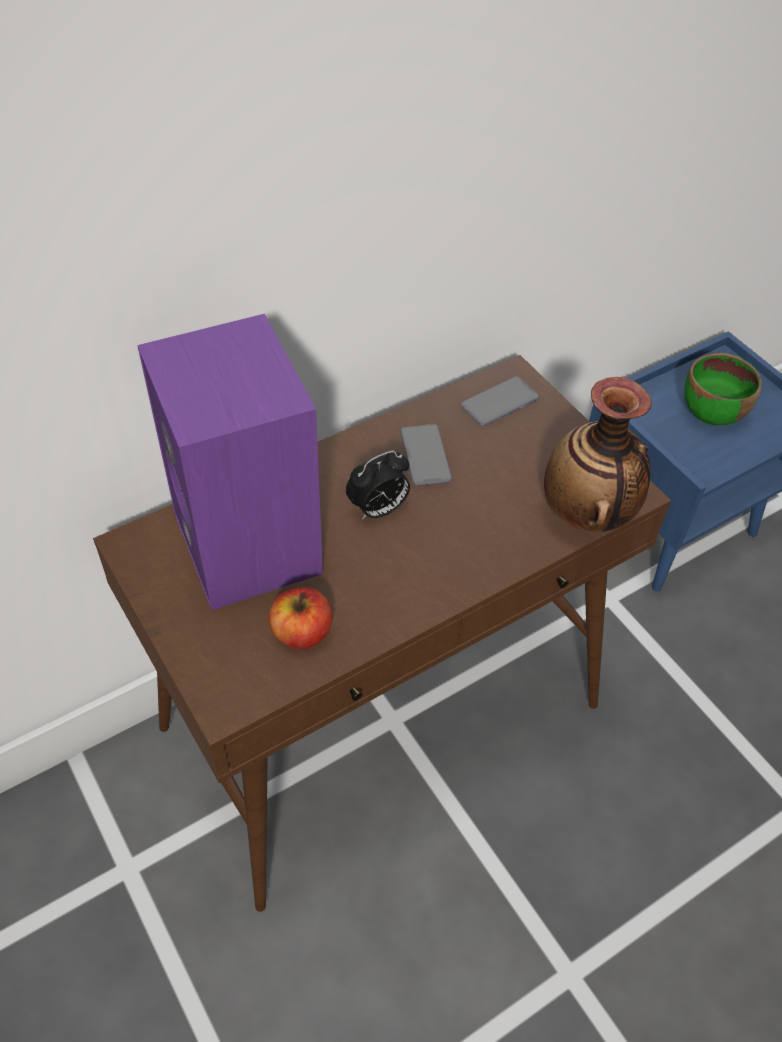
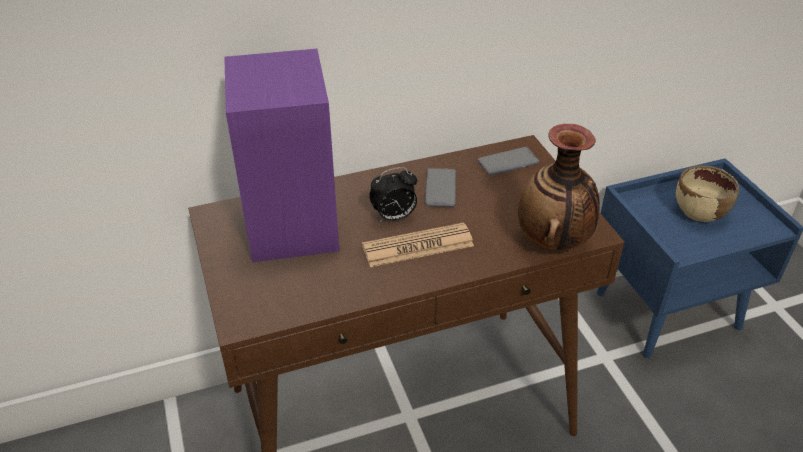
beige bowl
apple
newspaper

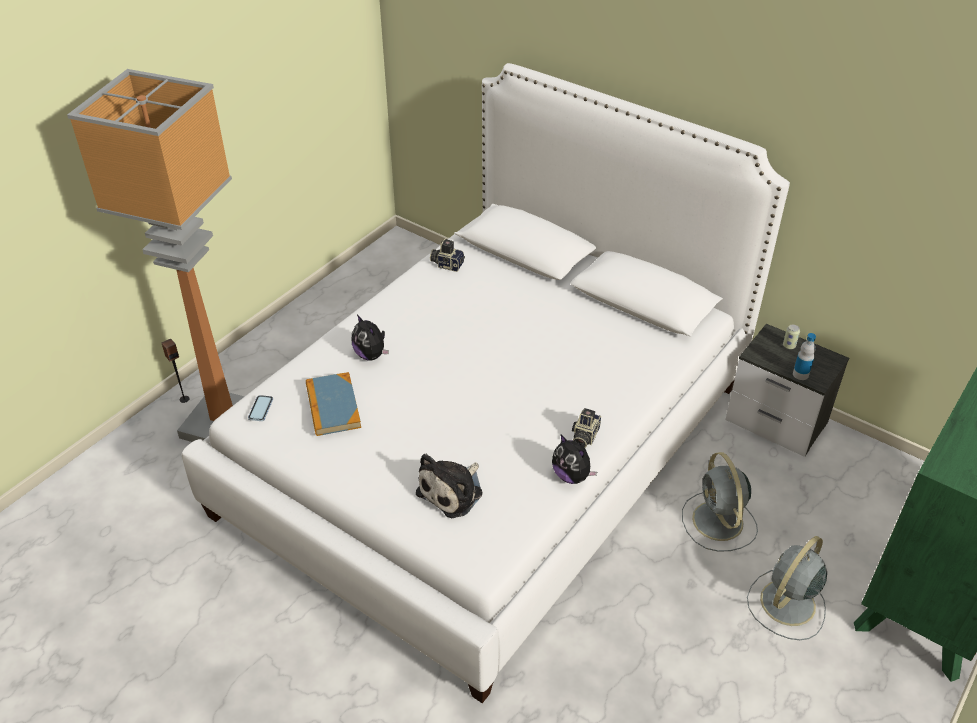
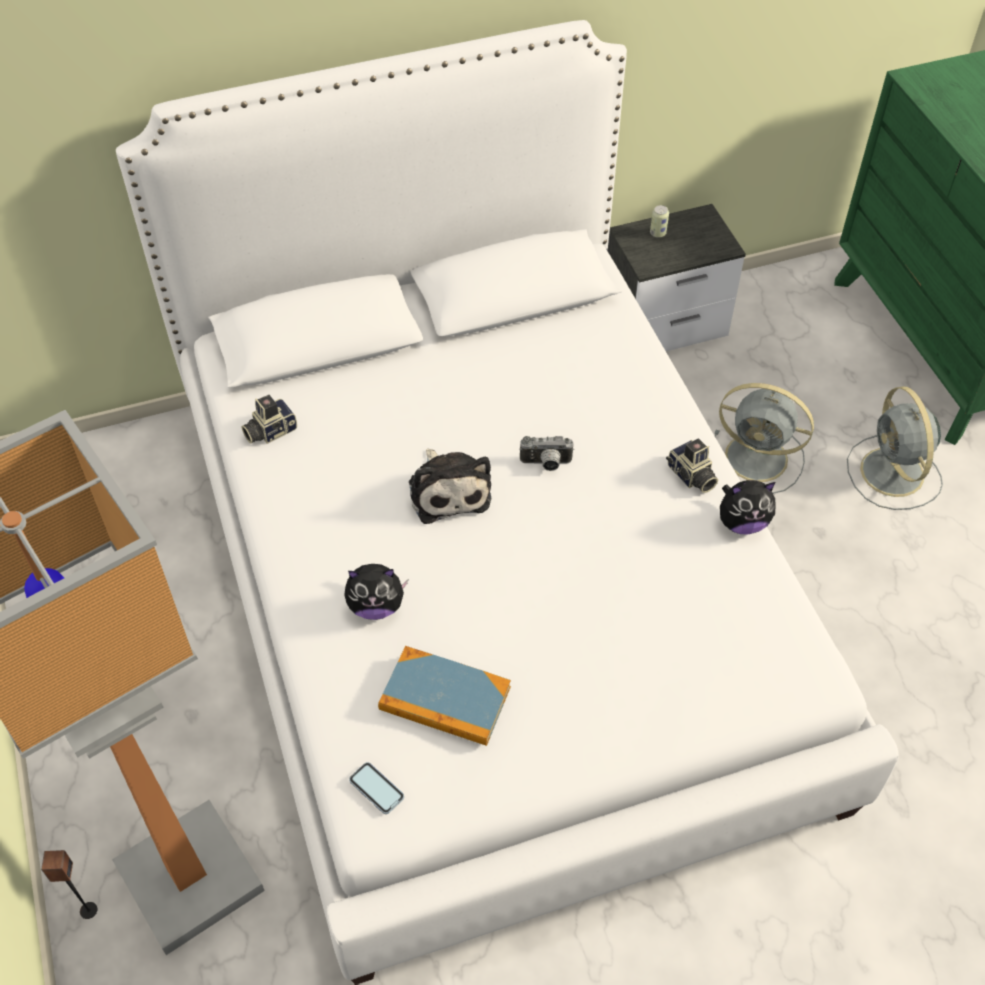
bottle
plush toy (2nd from left)
photo camera (2nd from left)

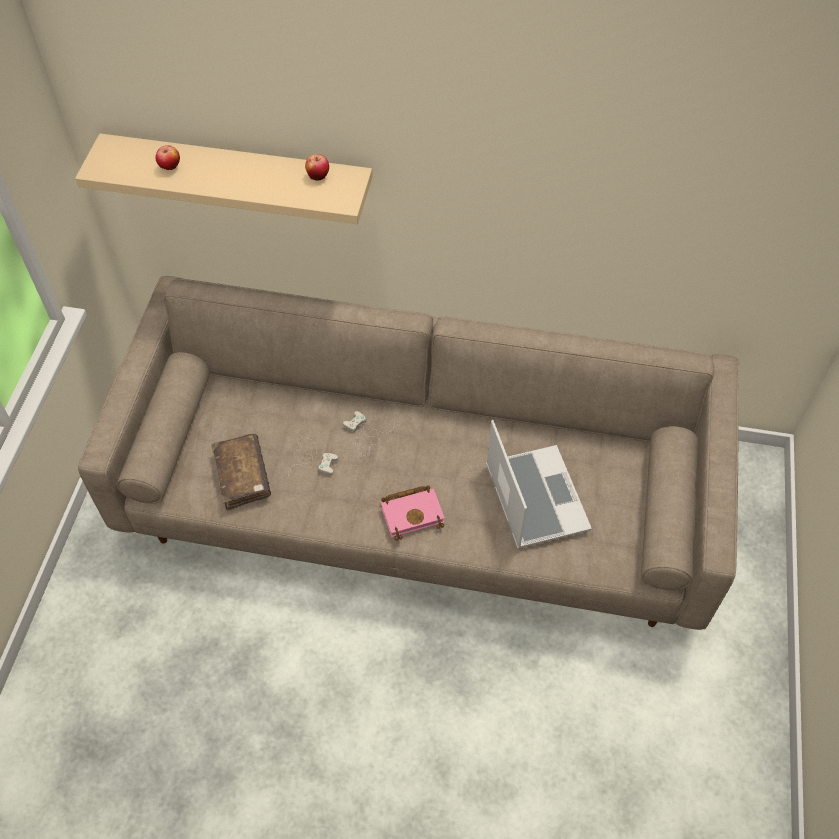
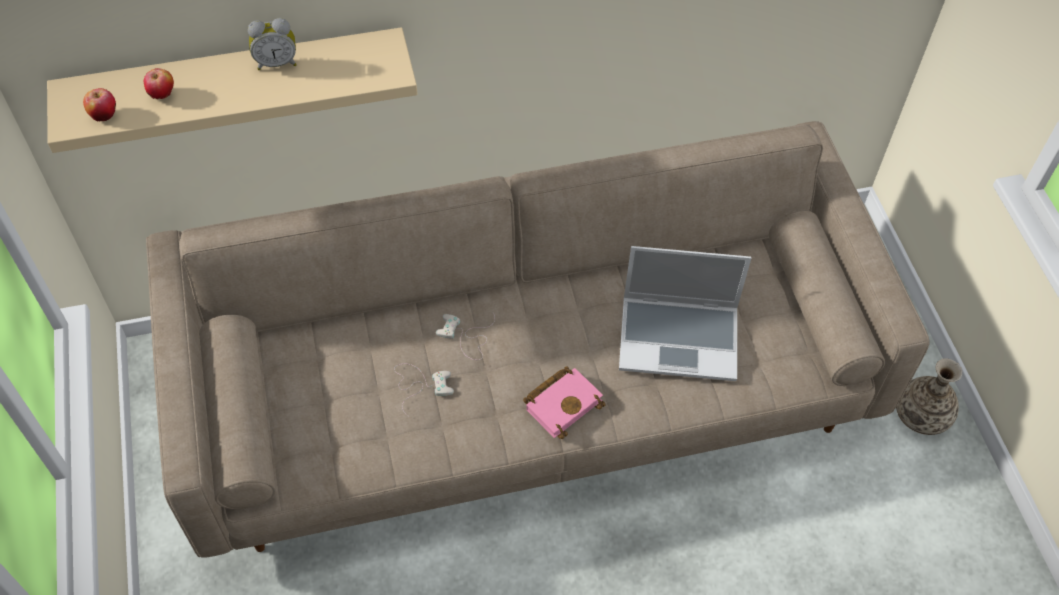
apple (1st from left)
laptop
brown book
alarm clock
vase

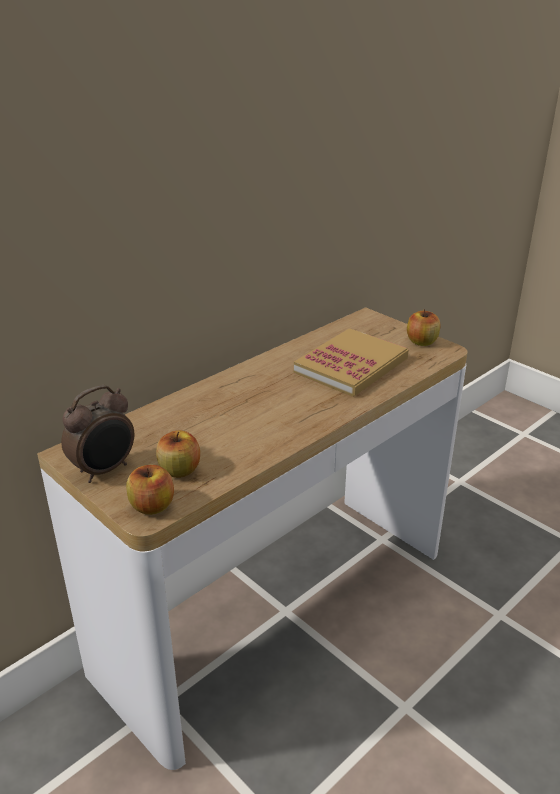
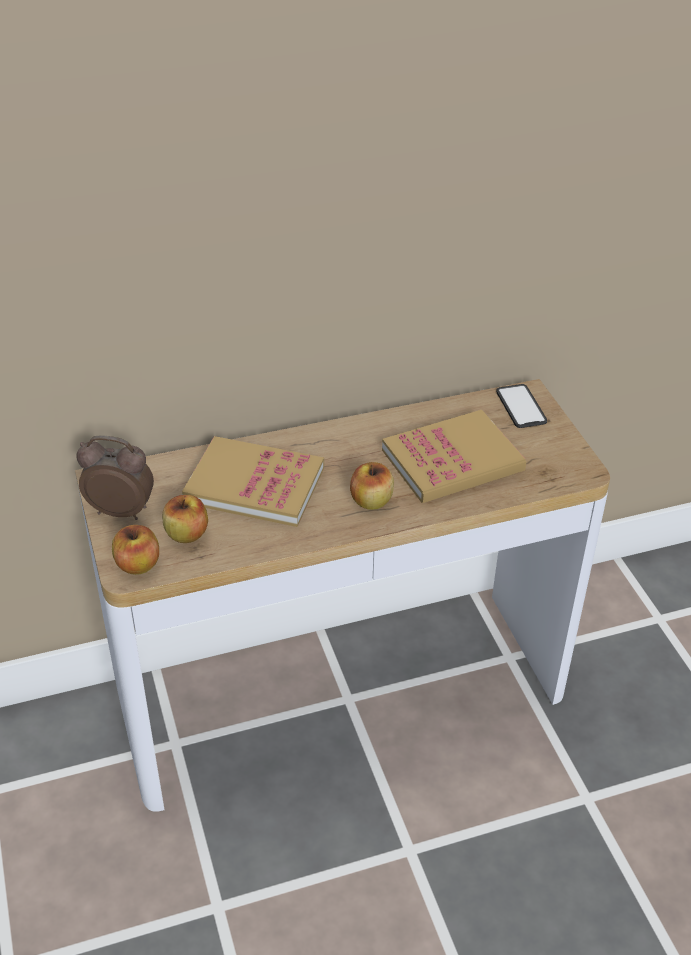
apple (3rd from left)
alarm clock
phone
book (1st from left)

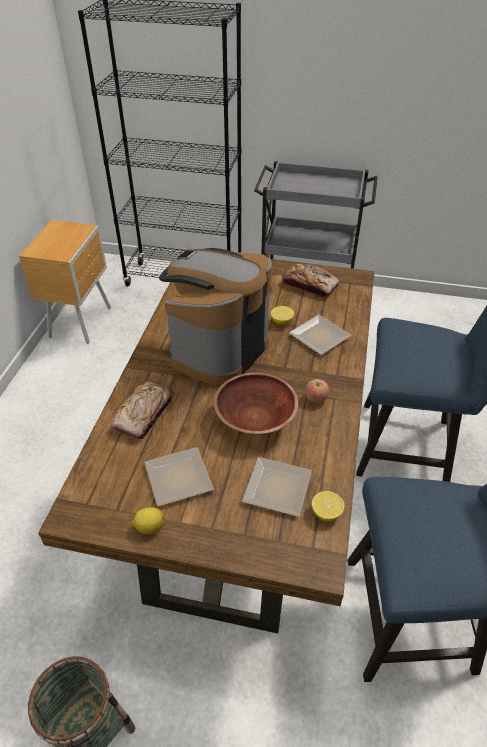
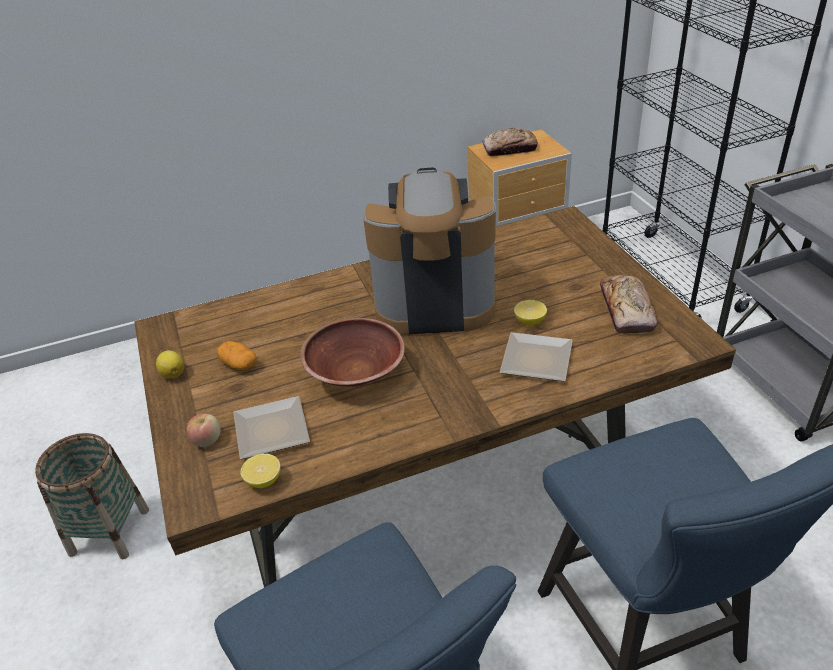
apple
bread (1st from left)
potato

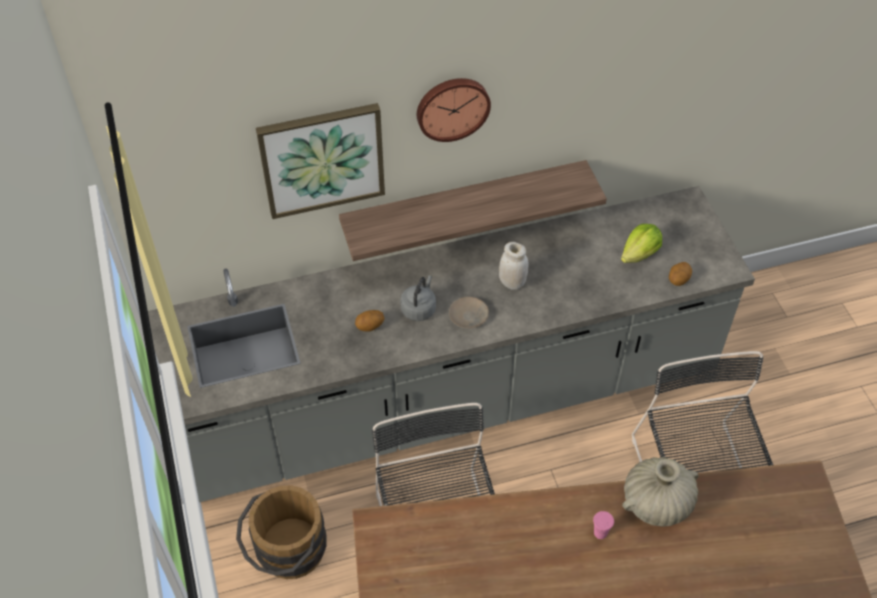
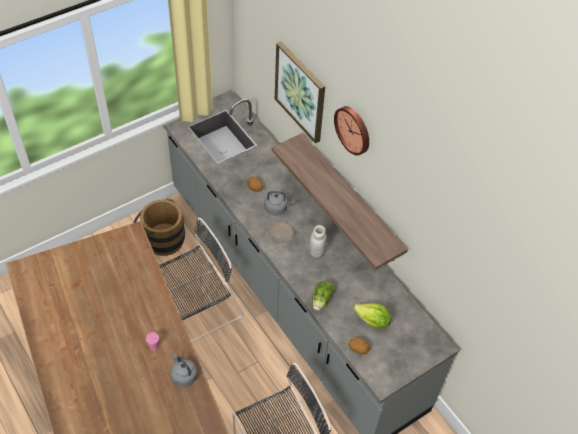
grey kettle (1st from left)
lettuce (1st from left)

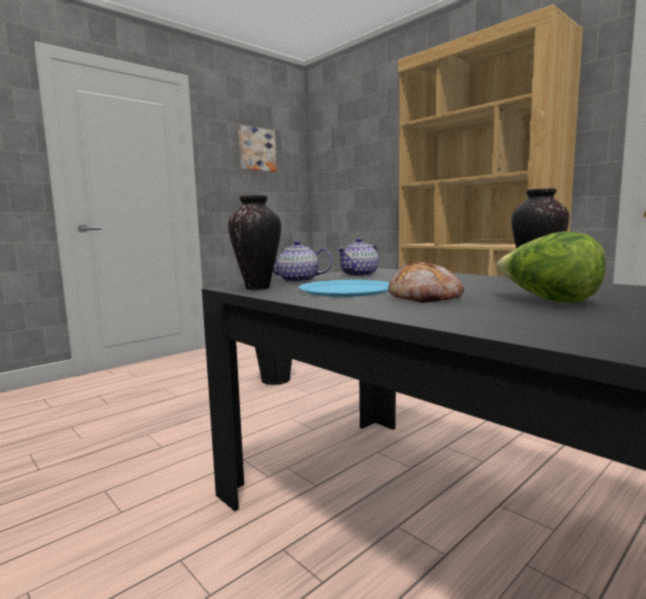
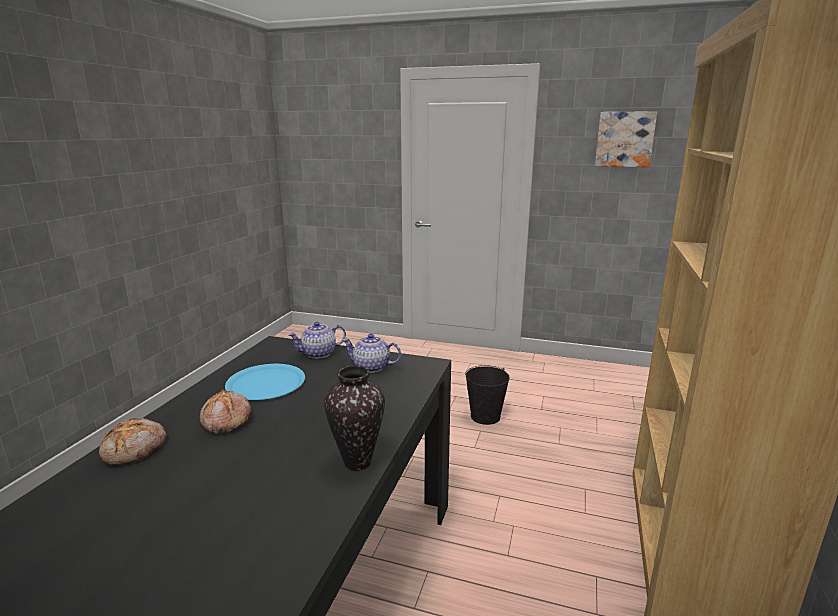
vase (1st from left in the first image)
lettuce
teapot (1st from left)
bread (1st from left)

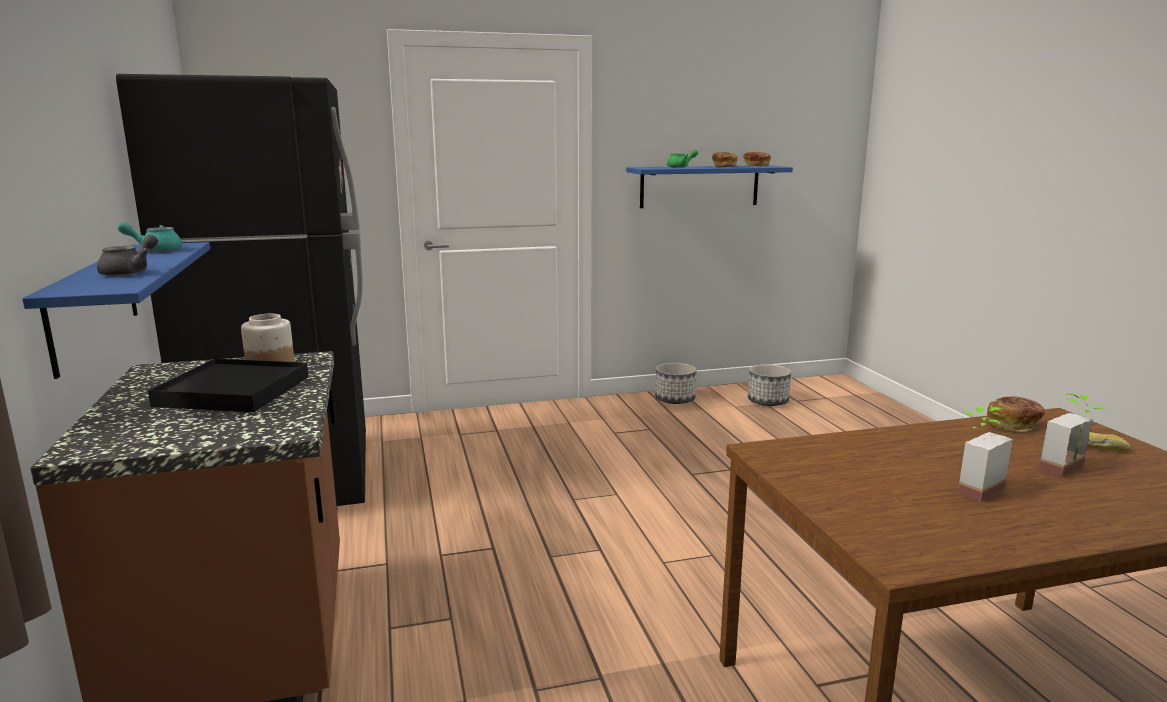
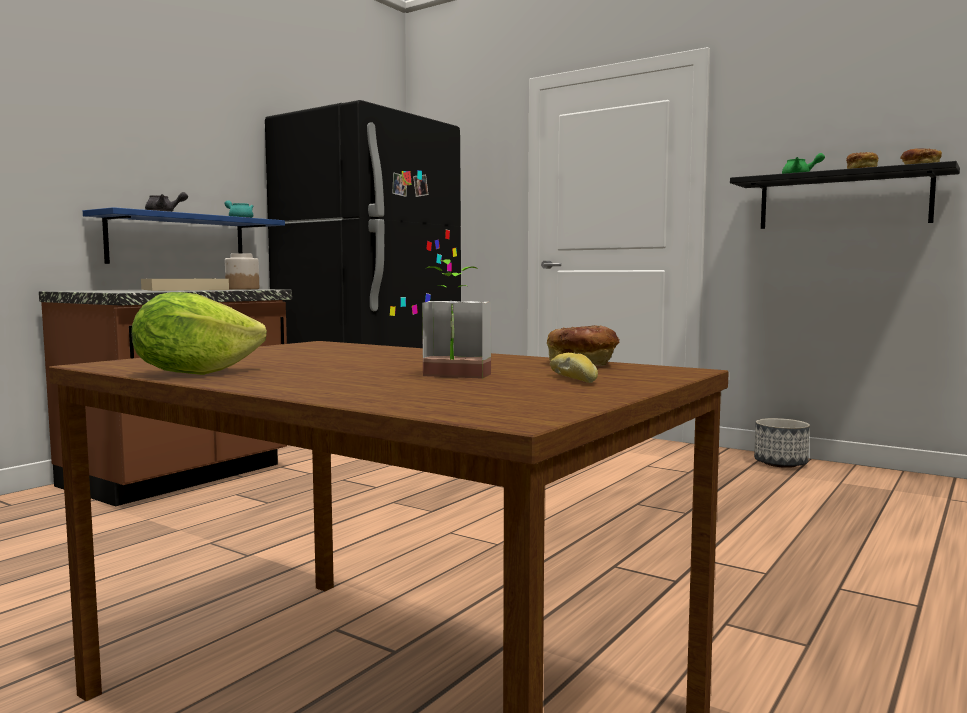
black shelf
beige tray
planter (2nd from left in the first image)
potted plant (1st from left in the first image)
lettuce

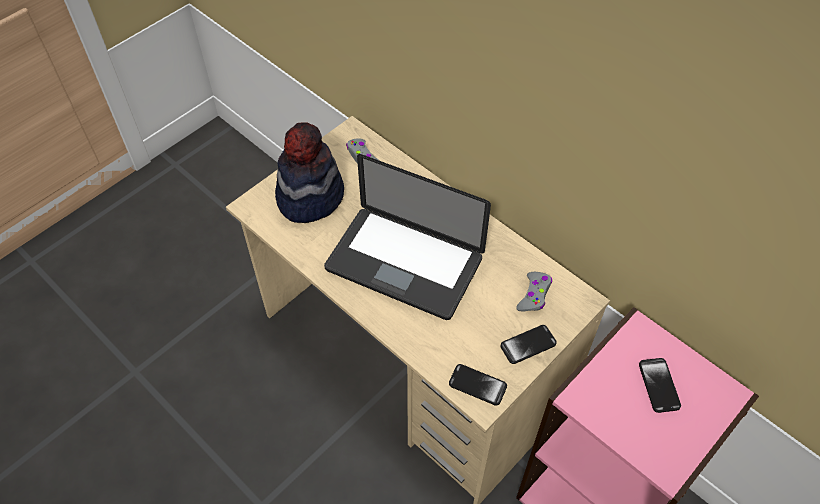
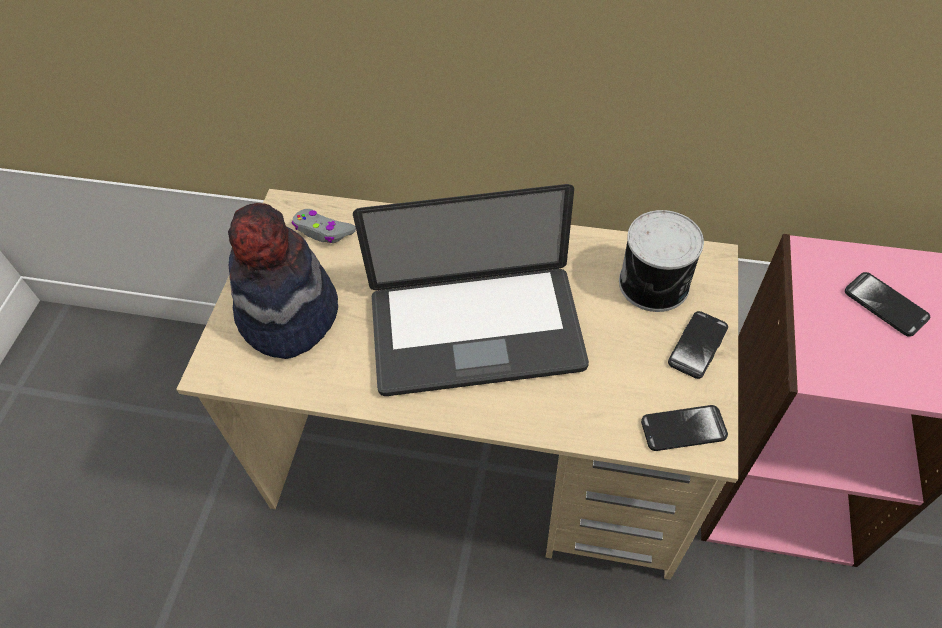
can

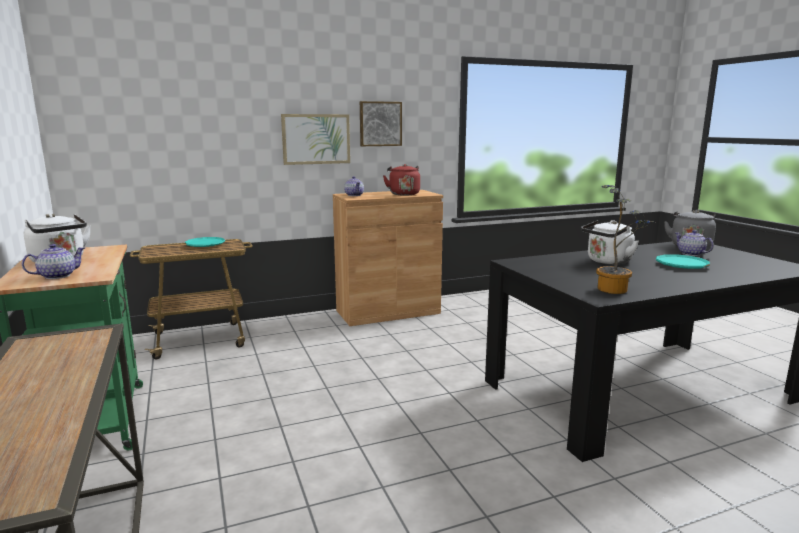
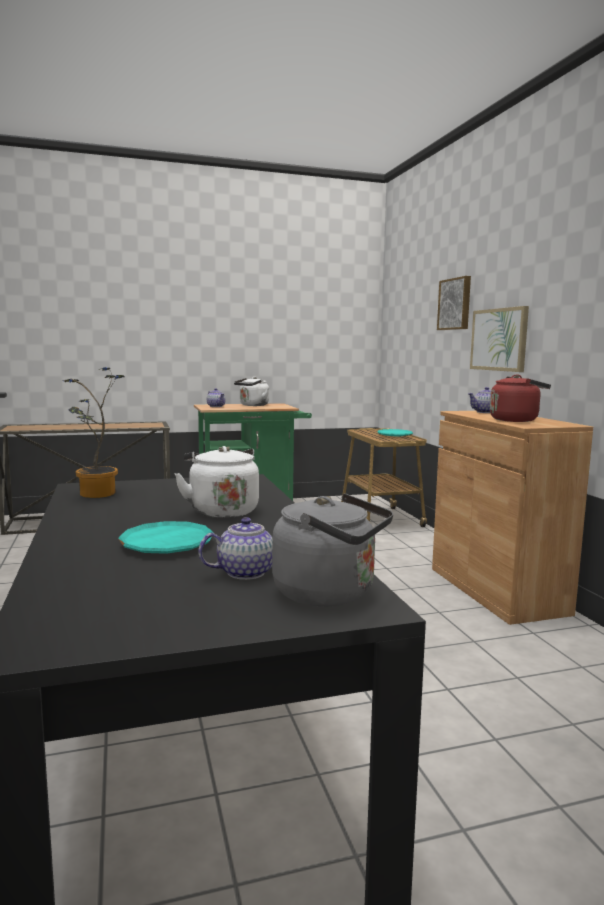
picture (1st from left)

